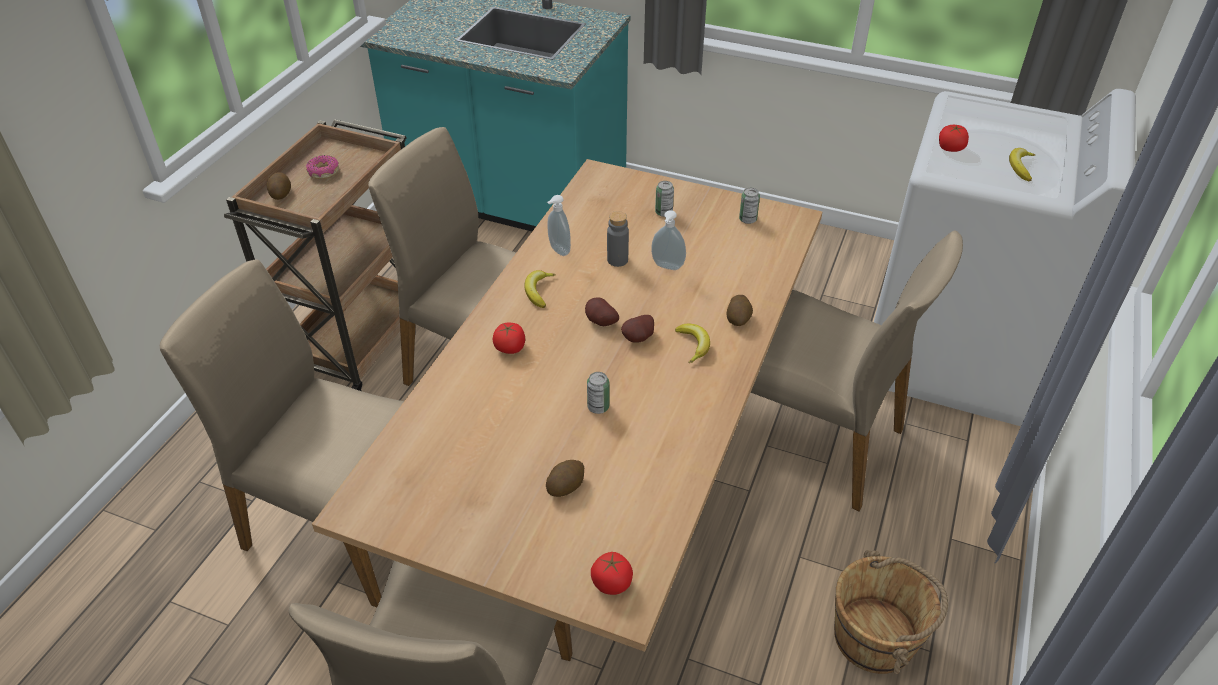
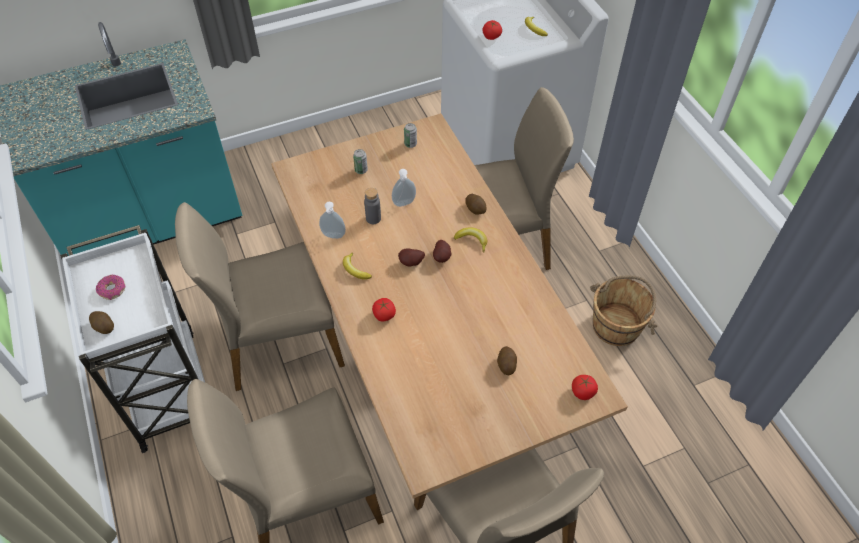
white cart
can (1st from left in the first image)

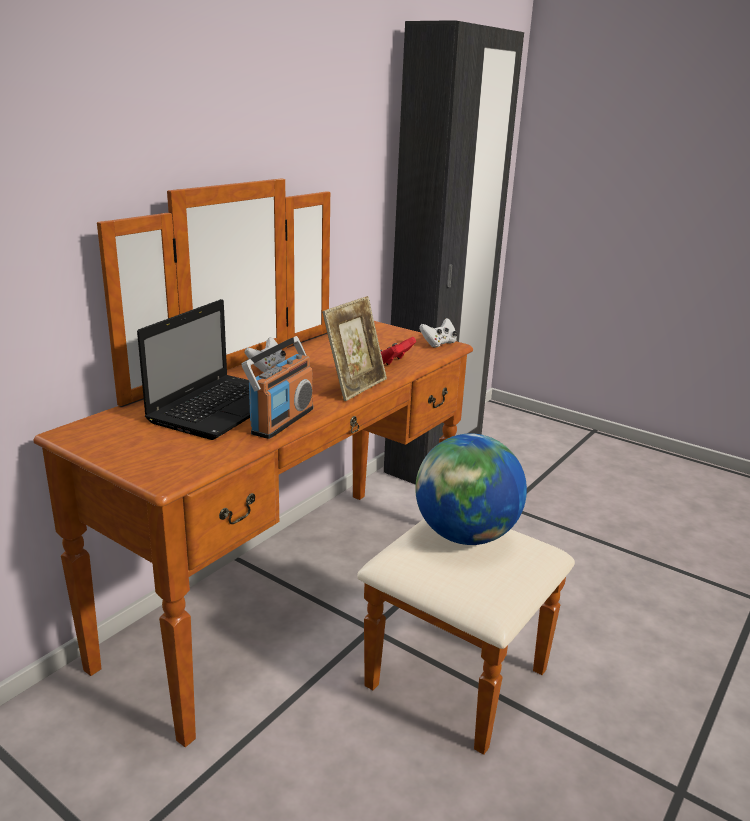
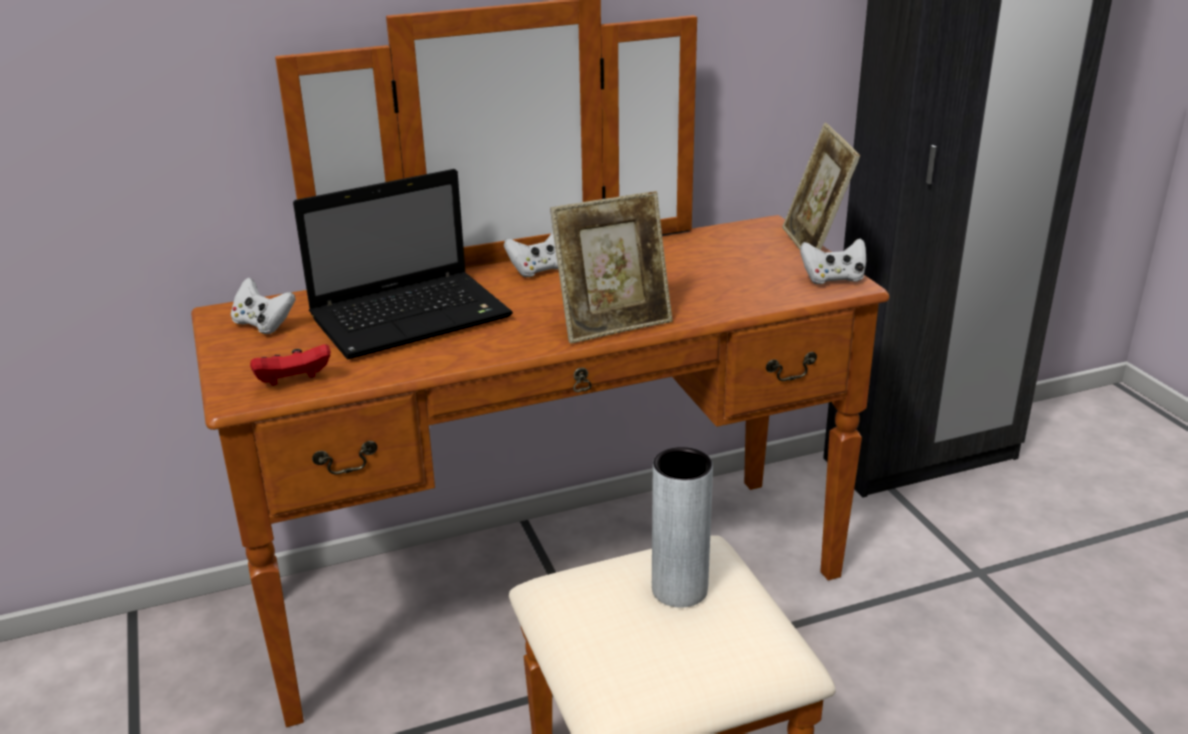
radio
red game controller
grey vase
picture frame (2nd from left)
white game controller (1st from left)

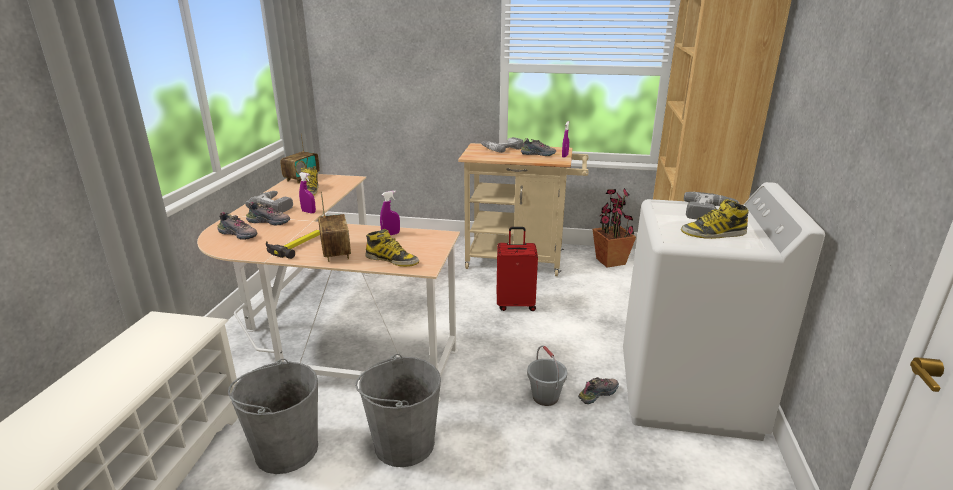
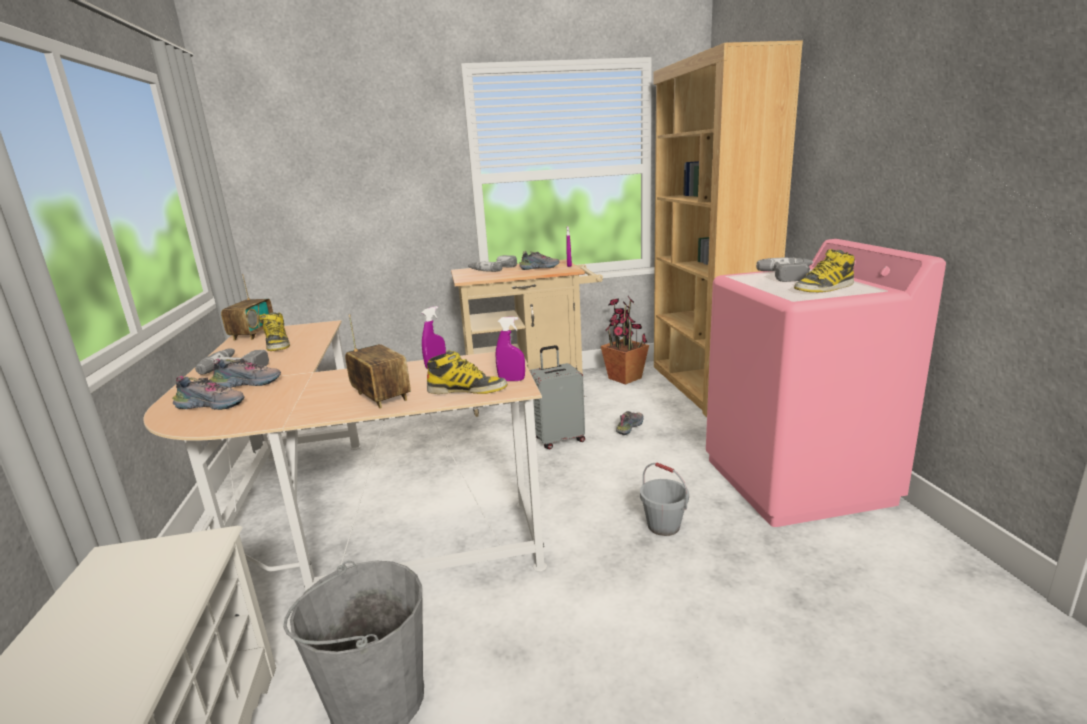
purple spray bottle (2nd from left)
pink washing machine
grey suitcase
hammer
grey bucket (2nd from left in the first image)
shoe (4th from left)

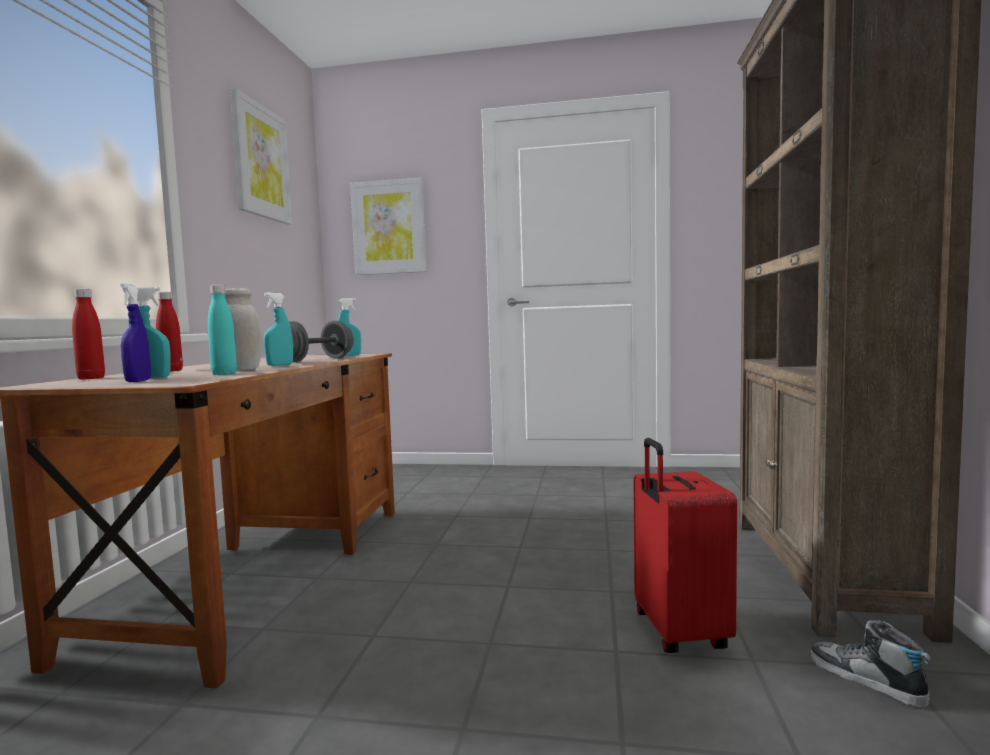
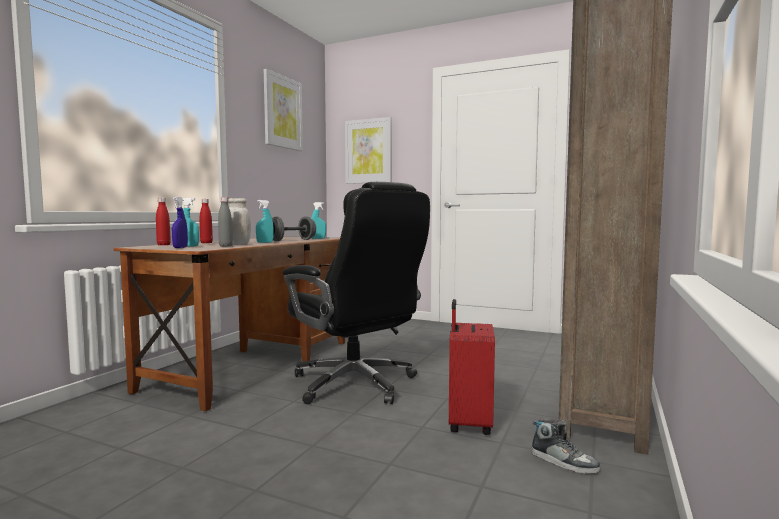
grey bottle
shoe
black office chair

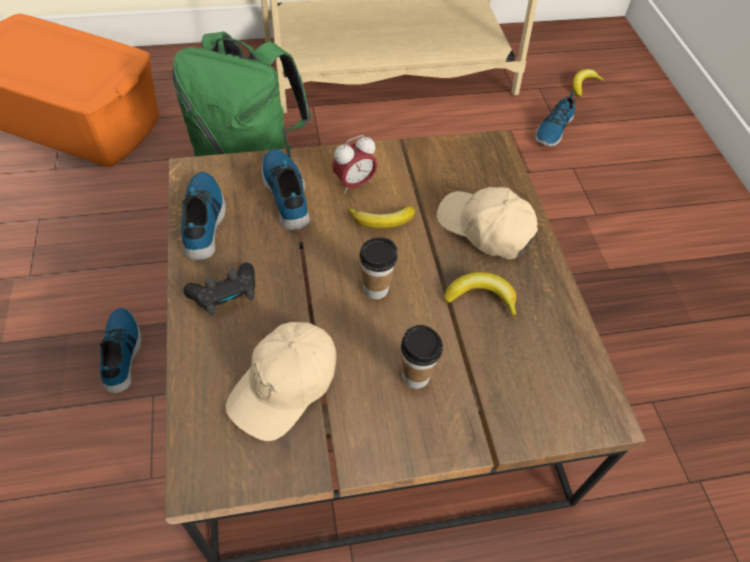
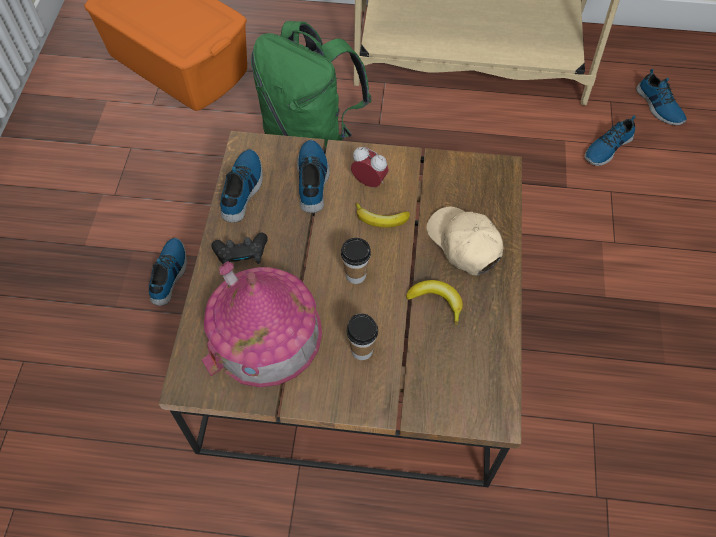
shoe (5th from left)
alarm clock
toy house

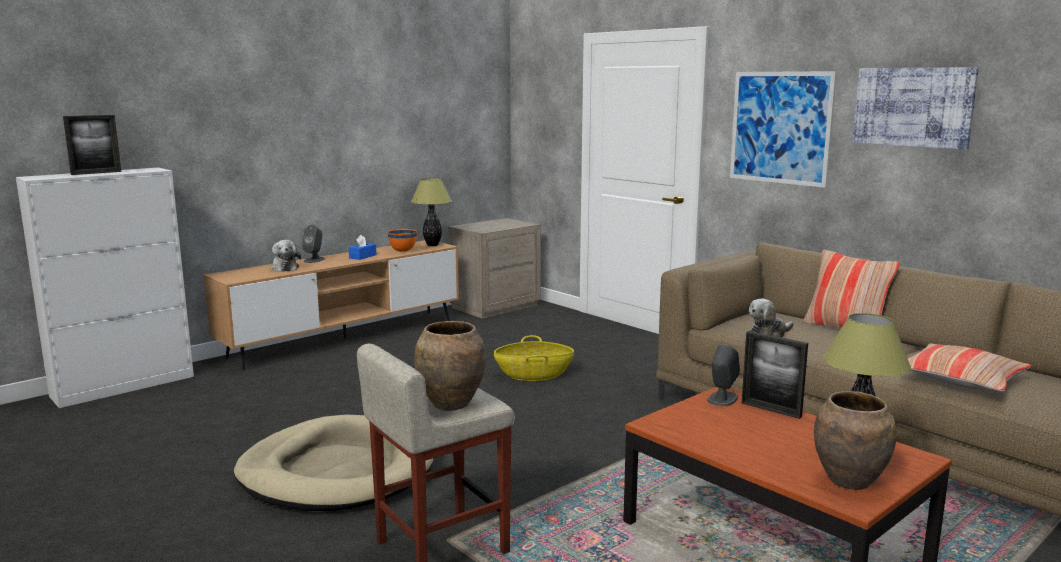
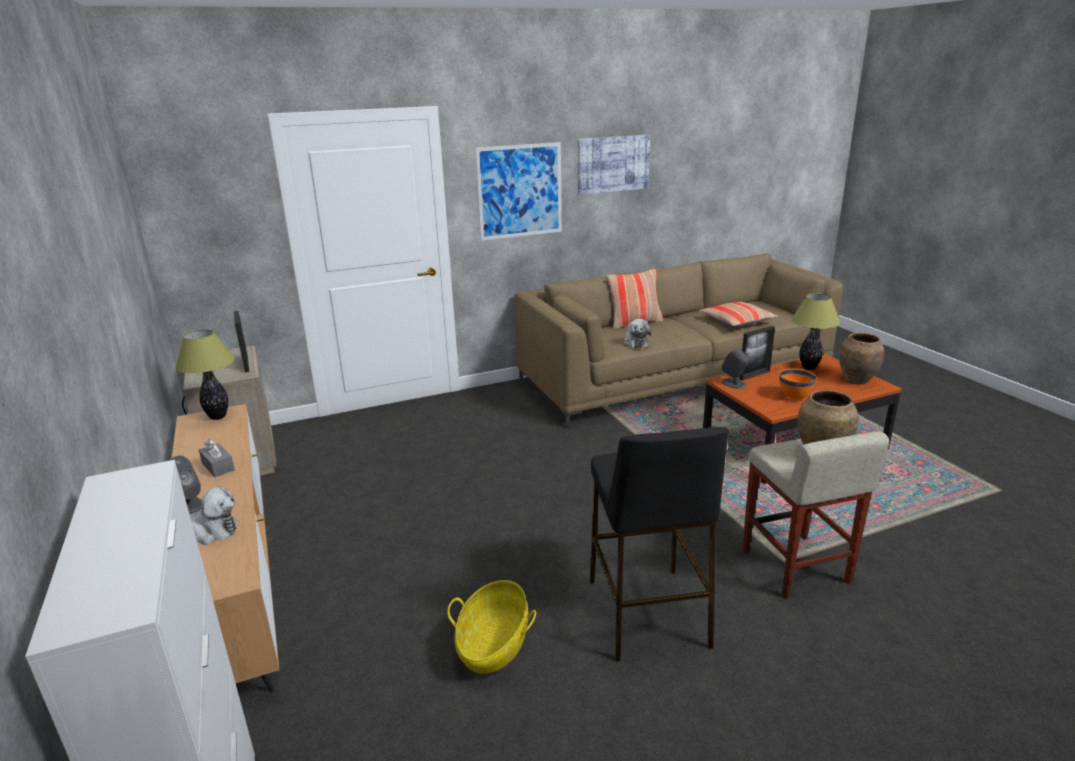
picture frame (1st from left)
orange bowl
grey tissue box
basket
black stool

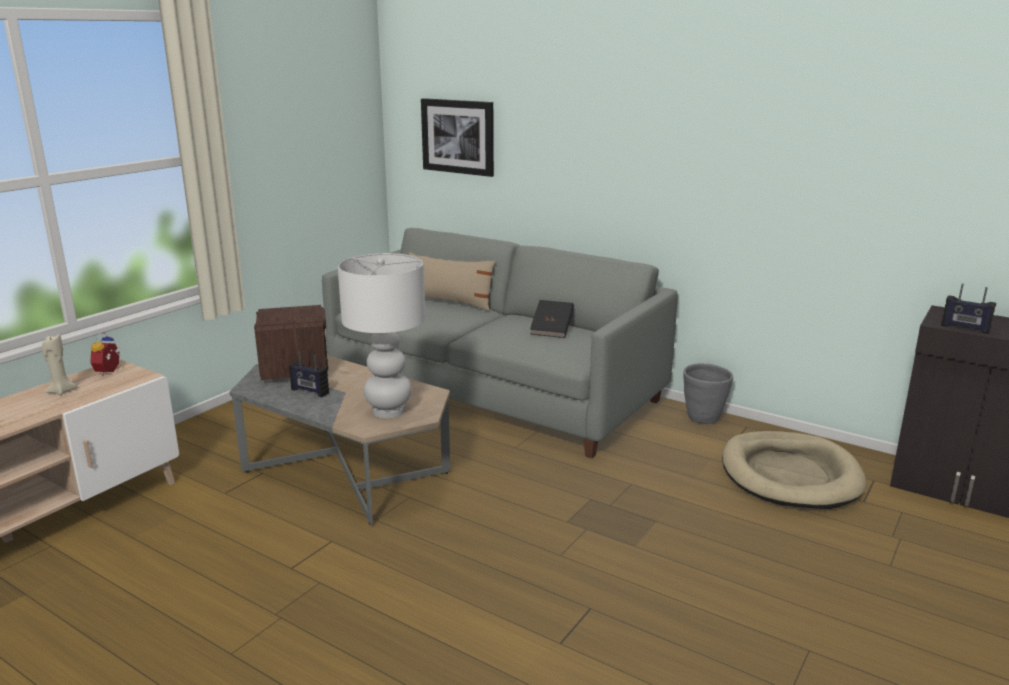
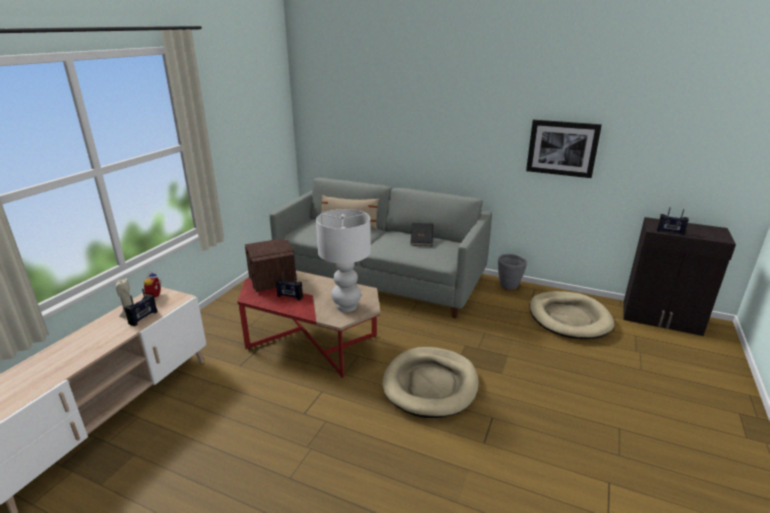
picture
red coffee table
radio (1st from left)
beige dog bed (1st from left)

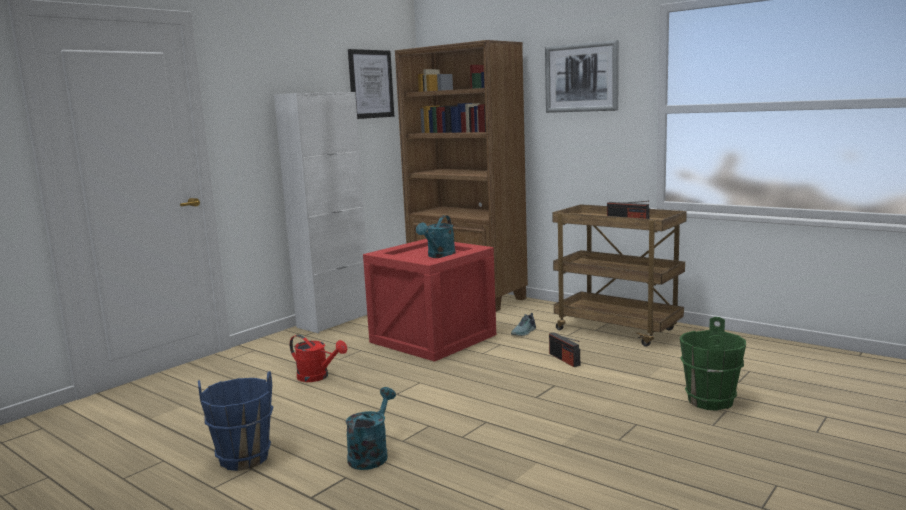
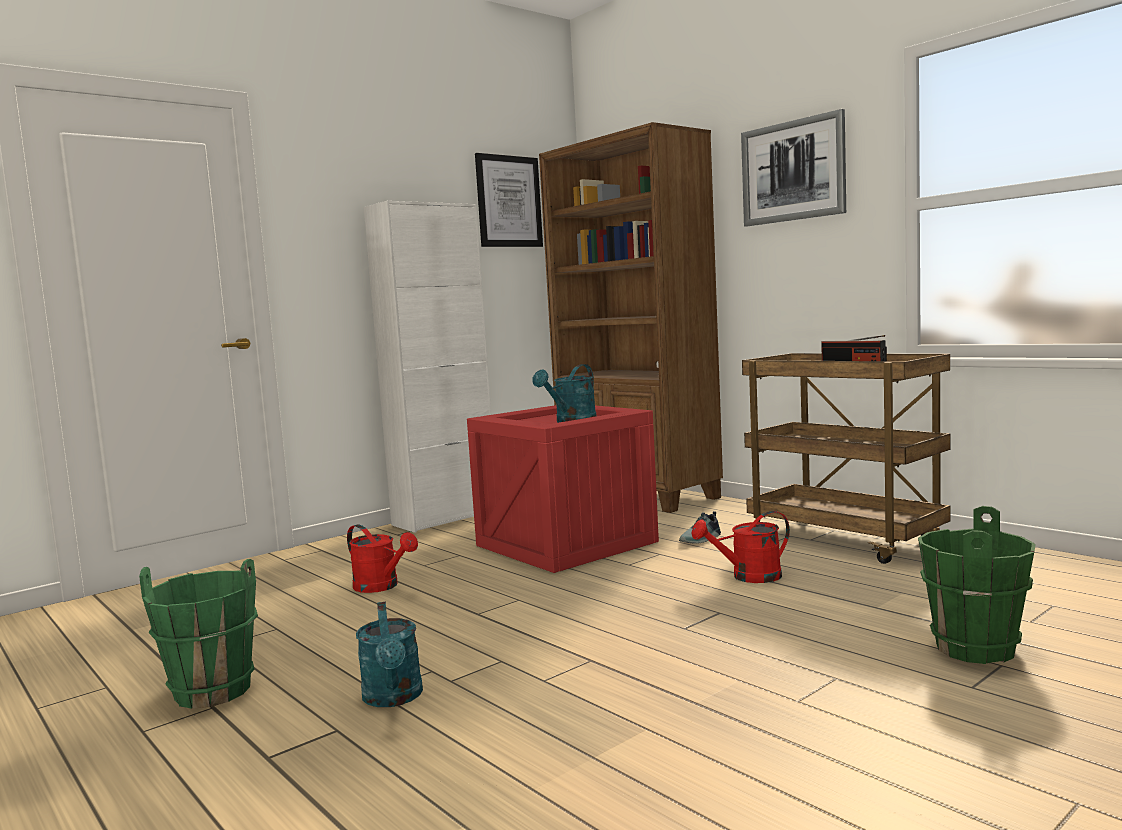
red watering can (2nd from left)
green bucket (1st from left)
turquoise watering can (1st from left)

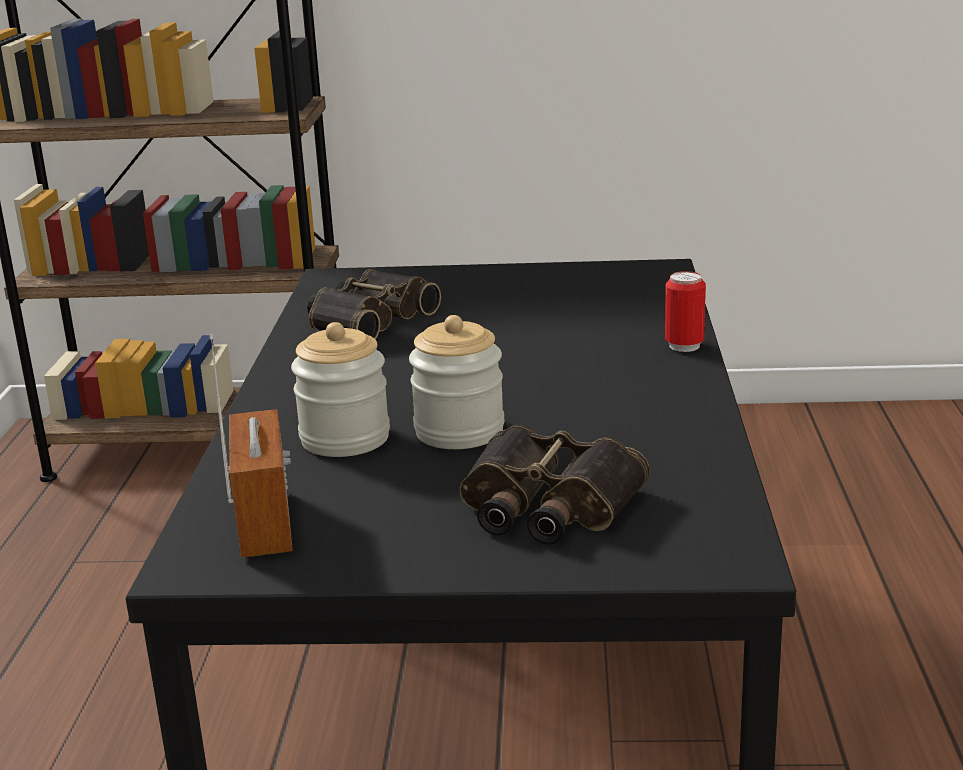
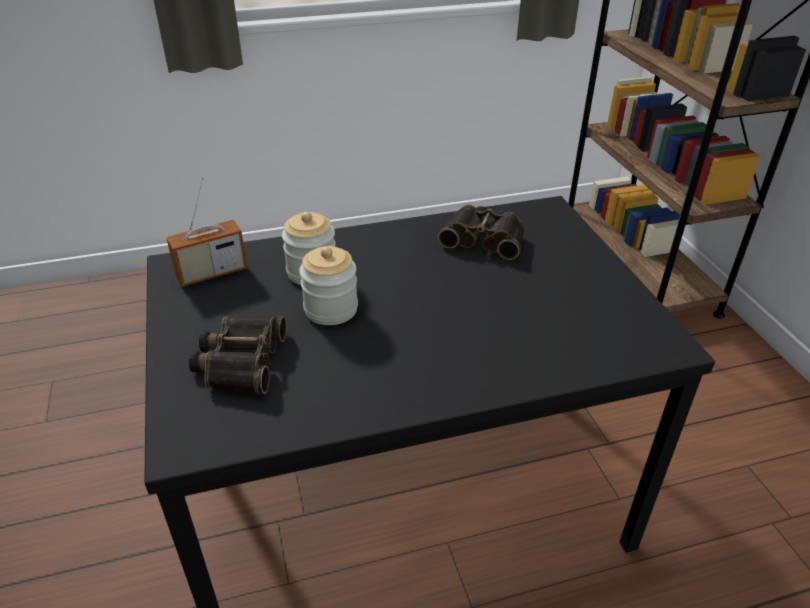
can

